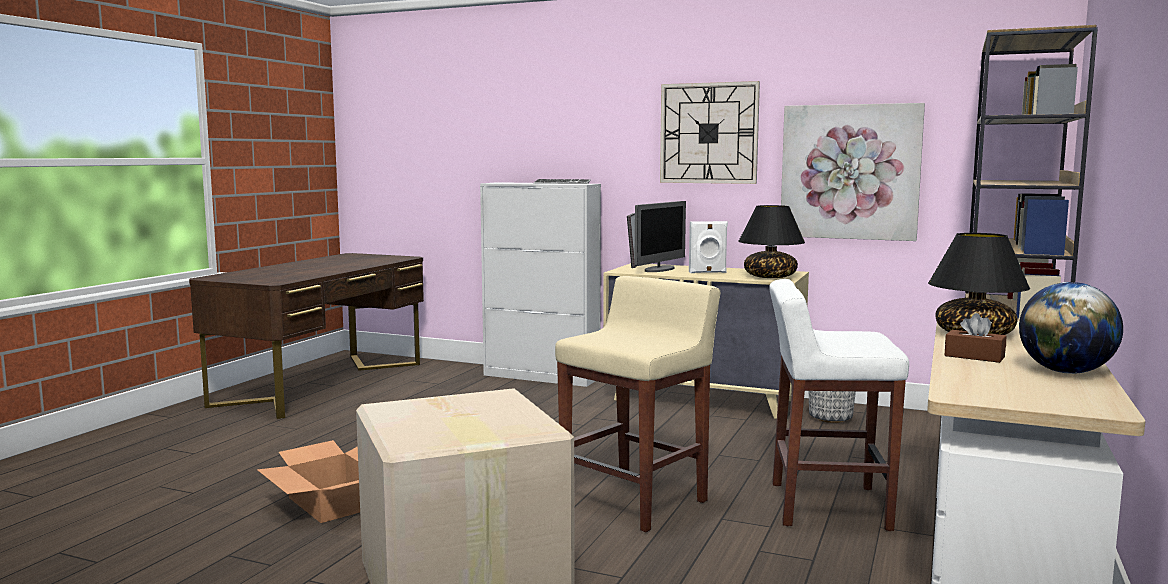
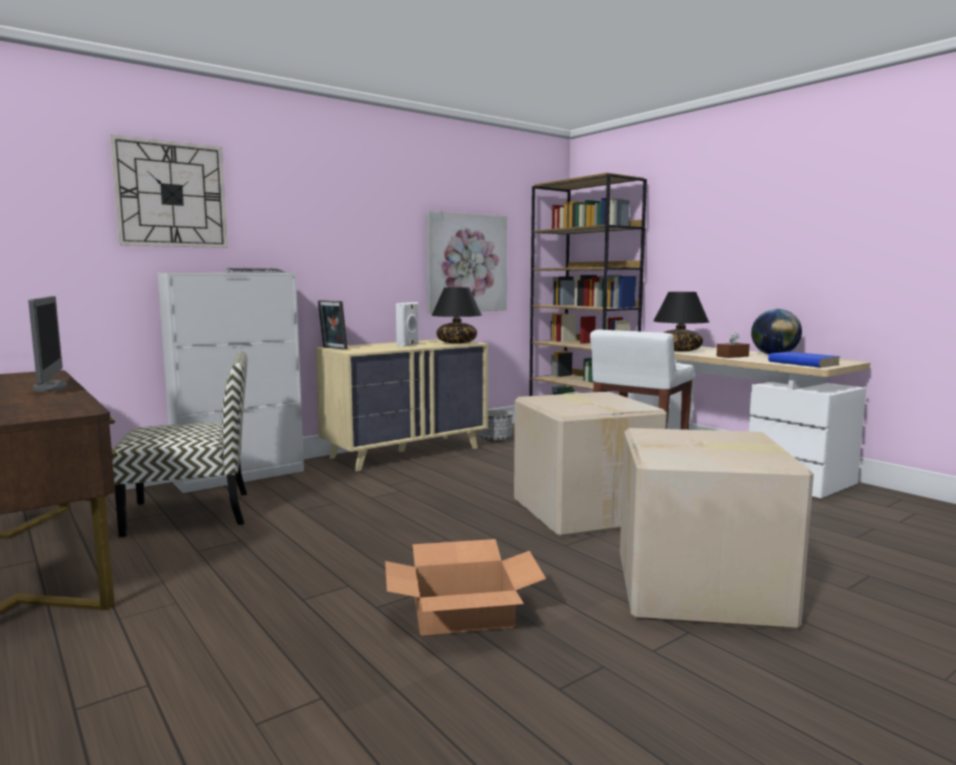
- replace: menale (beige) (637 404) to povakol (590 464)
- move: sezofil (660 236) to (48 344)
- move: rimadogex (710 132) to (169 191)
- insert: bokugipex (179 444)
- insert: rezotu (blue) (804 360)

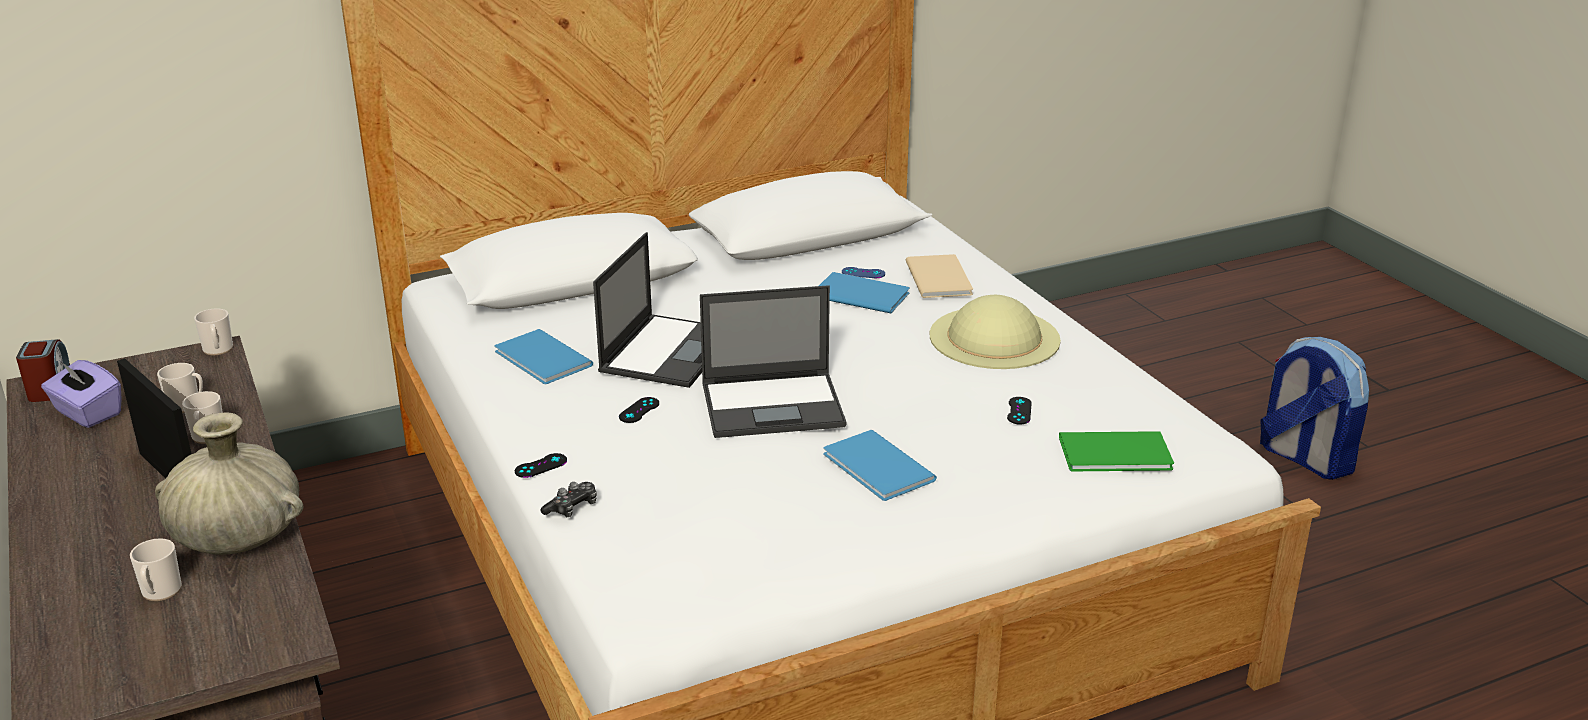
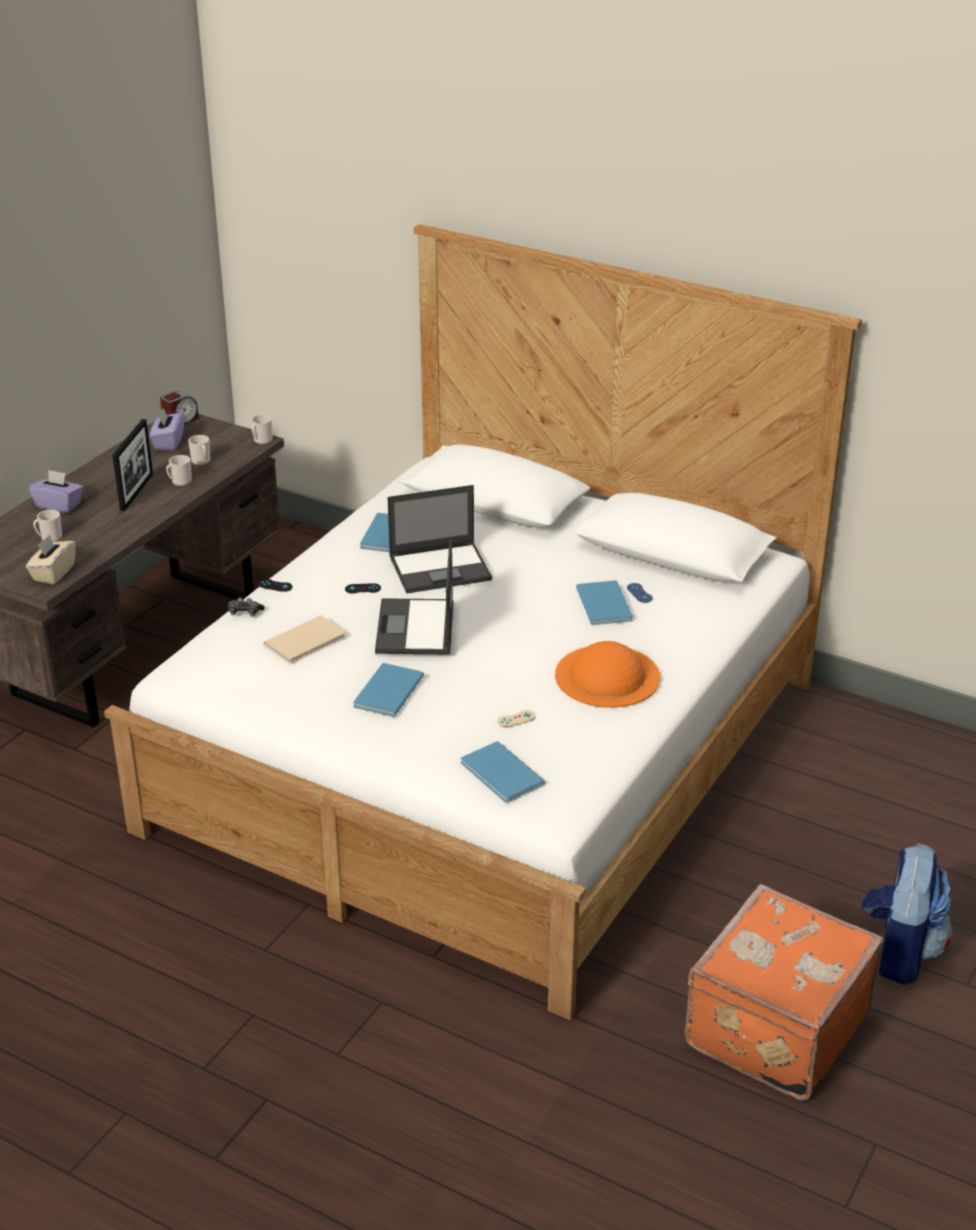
- delete: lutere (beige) (229 484)
- rotate: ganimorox (773 361) = (414 597) 45 degrees clockwise
- move: rezotu (beige) (939 276) to (304 639)
- recolor: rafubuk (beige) (995 332) to rafubuk (orange) (607 674)
- recolor: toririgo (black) (1019 411) to toririgo (beige) (516 718)
- recolor: rezotu (green) (1116 451) to rezotu (blue) (503 772)
- insert: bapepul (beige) (51 559)
- insert: bapepul (purple) (56 491)
- insert: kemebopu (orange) (784 992)

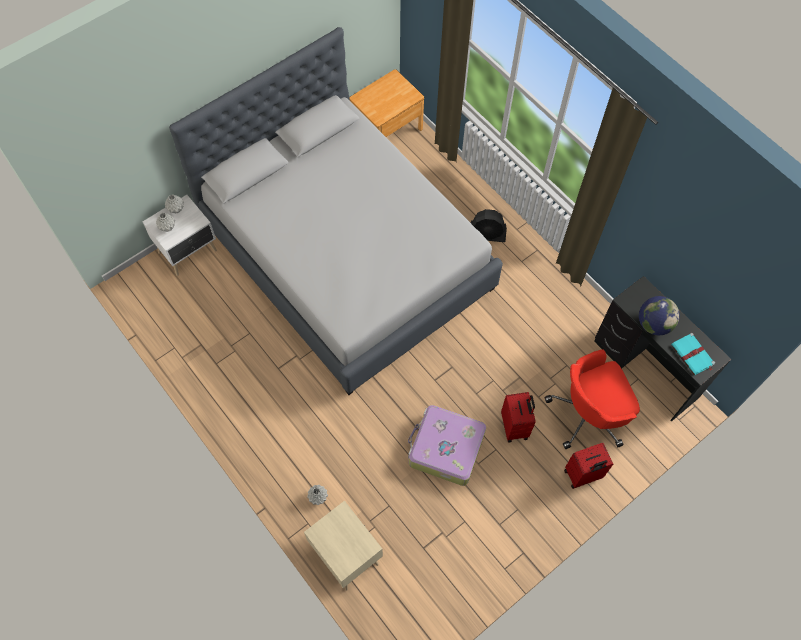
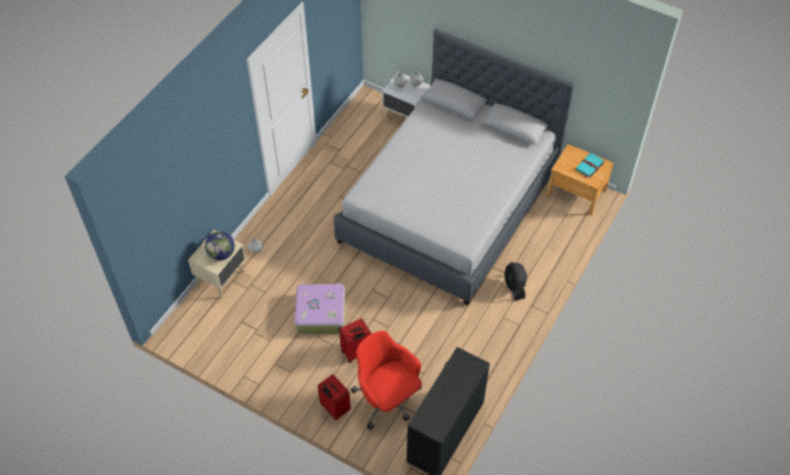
- move: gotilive (659 315) to (220 245)
- move: rezotu (turquoise) (693 354) to (590 165)

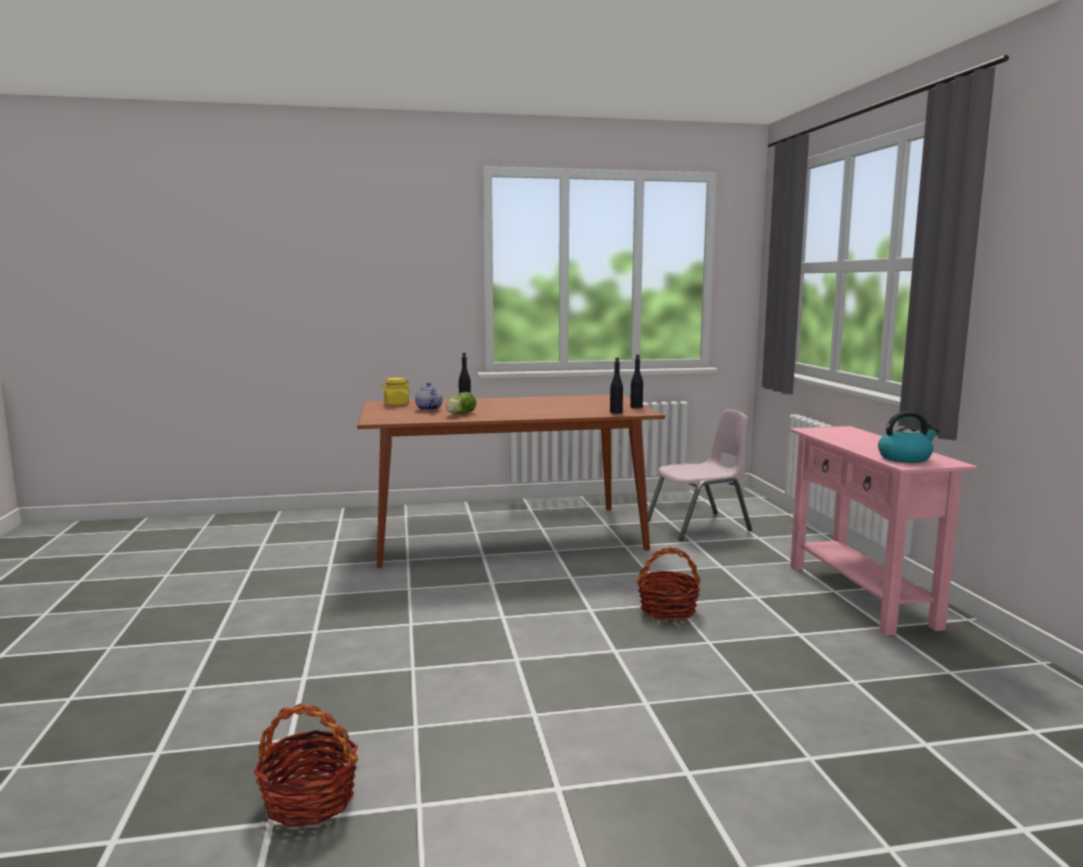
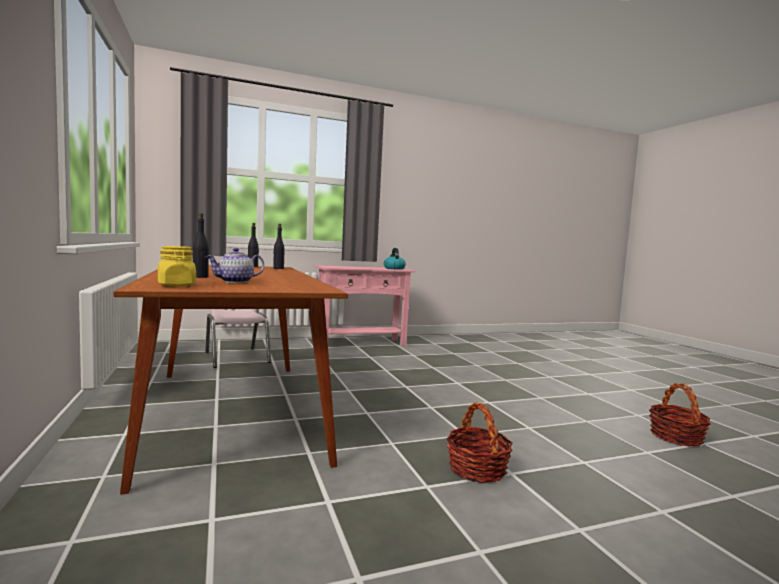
- delete: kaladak (461 403)
- move: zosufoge (668 584) to (480 442)

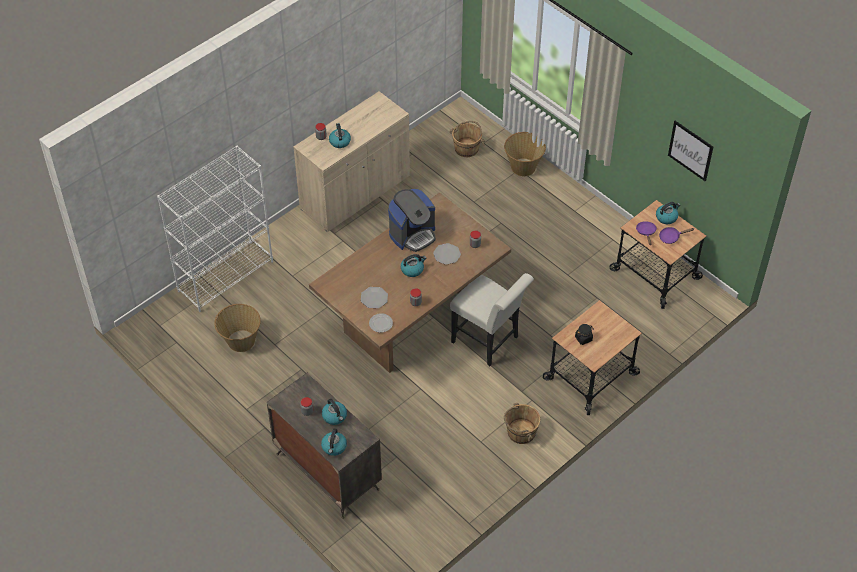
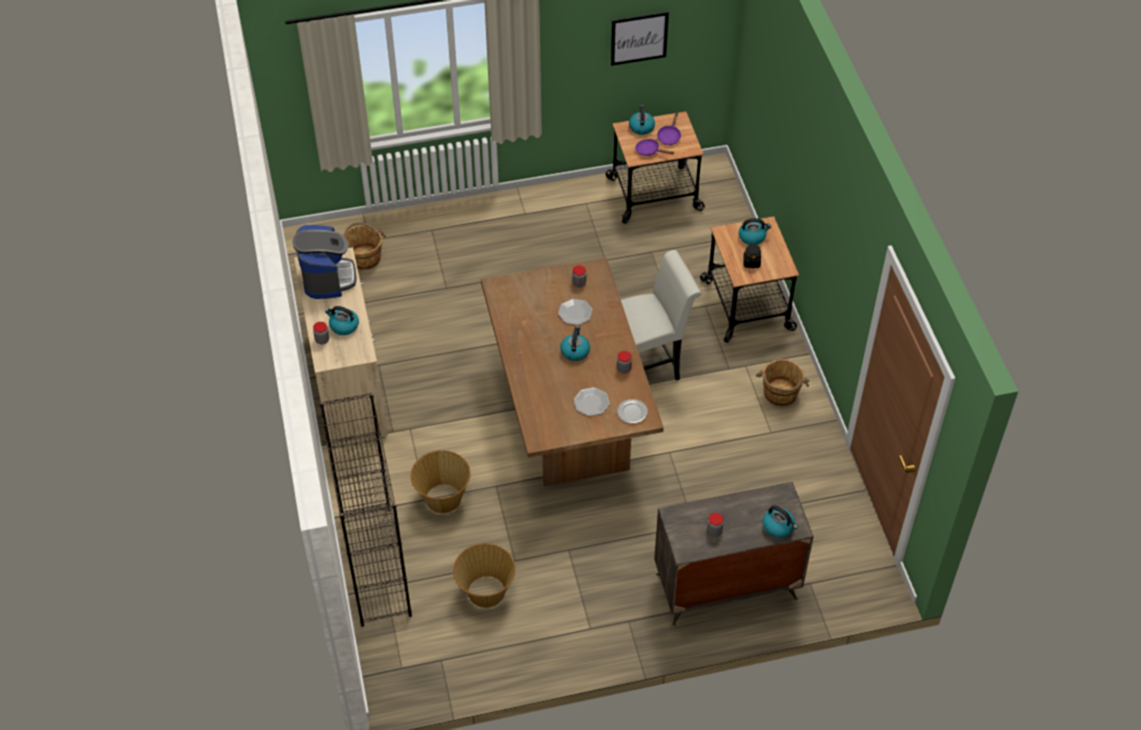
- recolor: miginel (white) (215 229) to miginel (black) (365 509)
- move: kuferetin (334 412) to (755 231)
- move: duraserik (412 220) to (324 262)
- move: zosufoge (525 154) to (441 482)

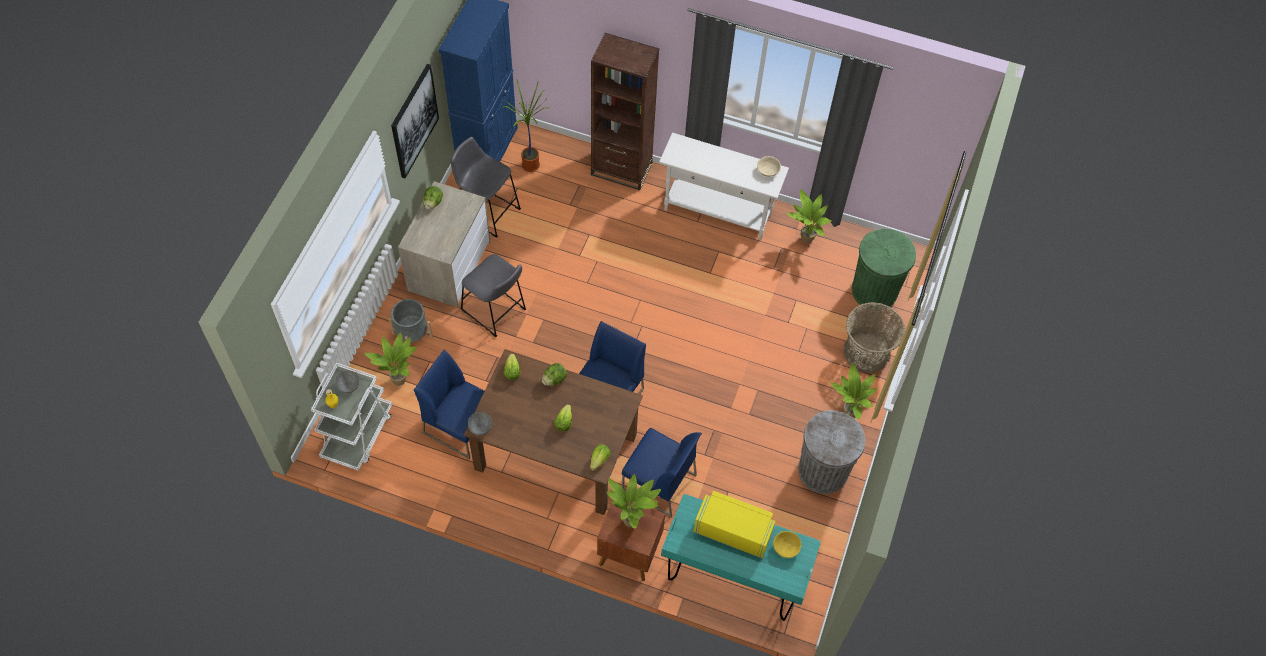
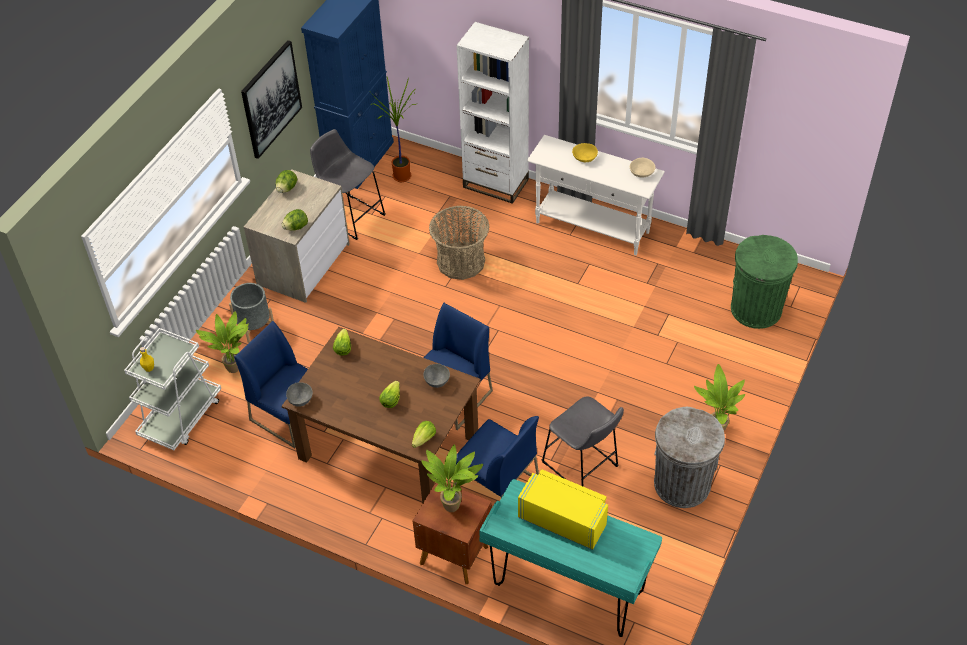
- move: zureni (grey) (347 381) to (436 376)
- move: menale (grey) (493 295) to (582 441)
- move: kaladak (554 374) to (294 220)
- recolor: miginel (brown) (625 111) to miginel (white) (493 113)
- move: zureni (yellow) (787 544) to (585 152)
- delete: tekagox (809 216)
- move: zosufoge (874 337) to (459 243)

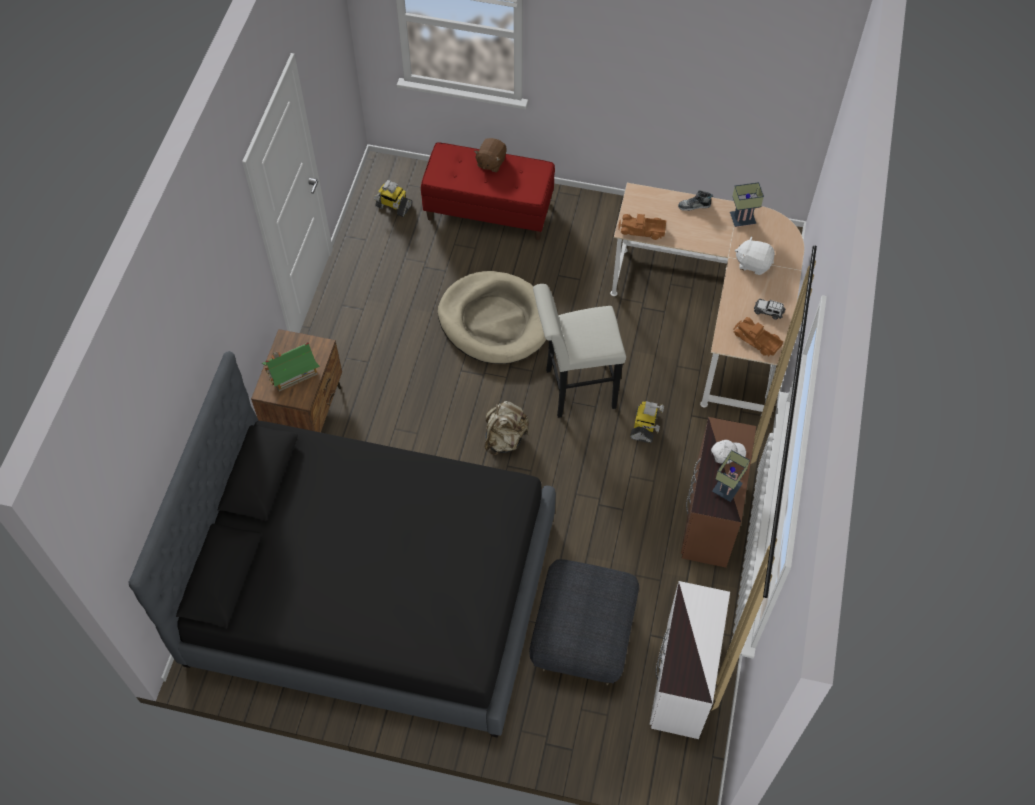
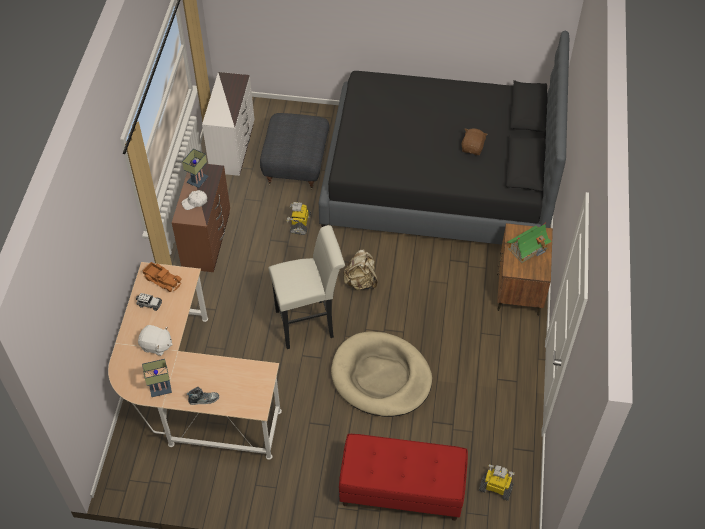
- move: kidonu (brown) (490 155) to (475 141)
- delete: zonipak (642 227)
- move: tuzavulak (647 422) to (299 218)

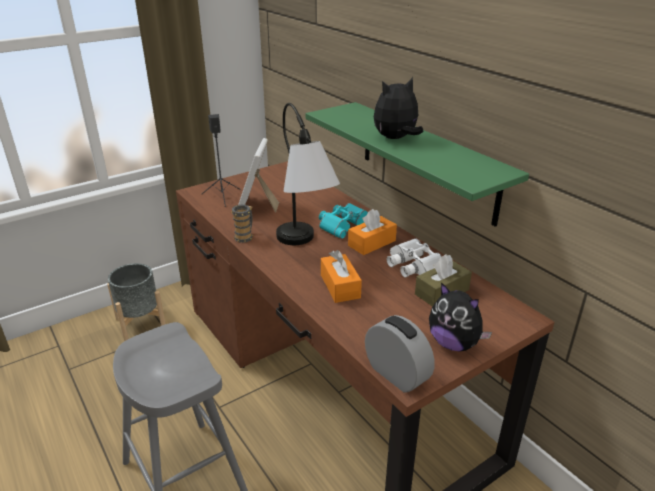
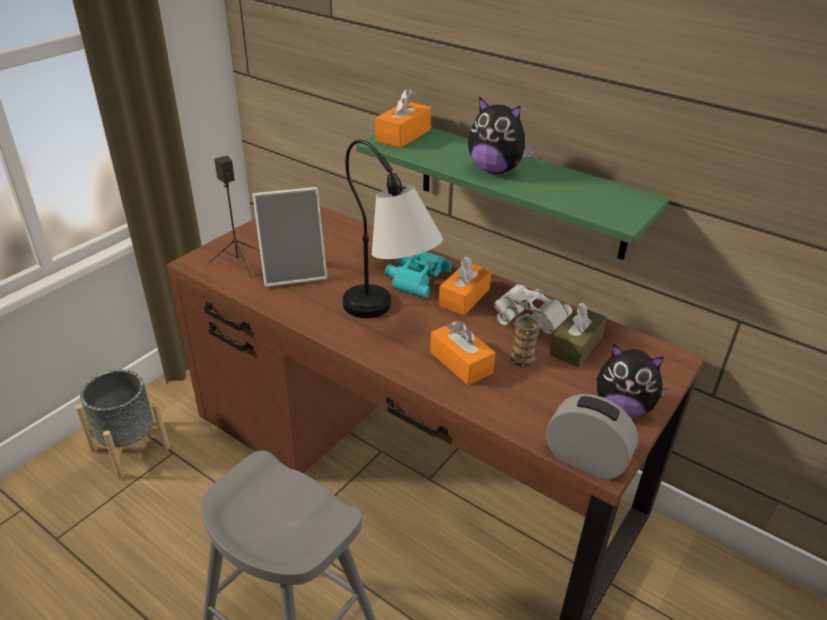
- move: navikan (242 224) to (526 340)
- rotate: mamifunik (258 175) = (289 237) 90 degrees counterclockwise
- rotate: kidonu (398 108) = (501 135) 105 degrees counterclockwise
- insert: bapepul (orange) (403 118)

